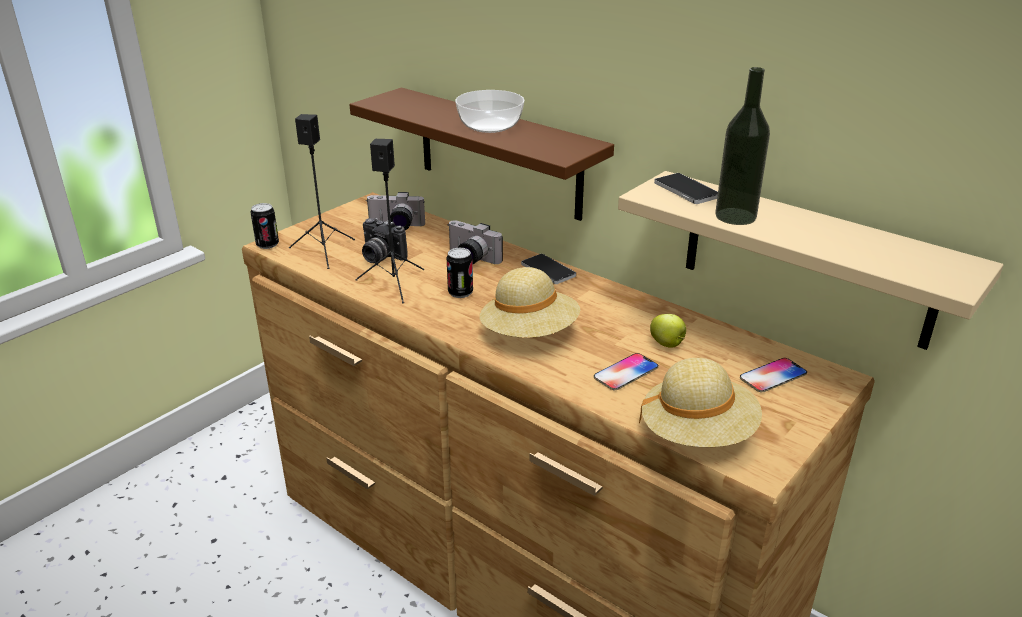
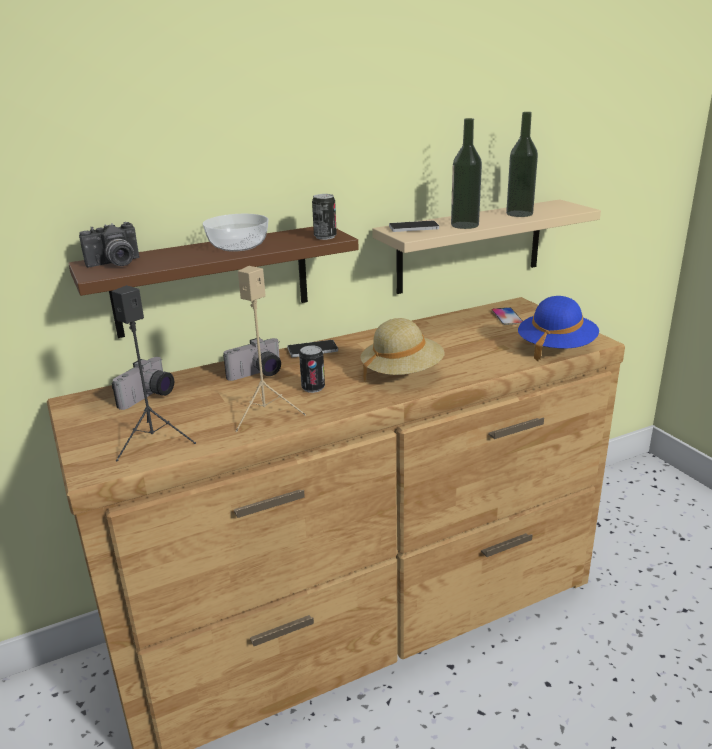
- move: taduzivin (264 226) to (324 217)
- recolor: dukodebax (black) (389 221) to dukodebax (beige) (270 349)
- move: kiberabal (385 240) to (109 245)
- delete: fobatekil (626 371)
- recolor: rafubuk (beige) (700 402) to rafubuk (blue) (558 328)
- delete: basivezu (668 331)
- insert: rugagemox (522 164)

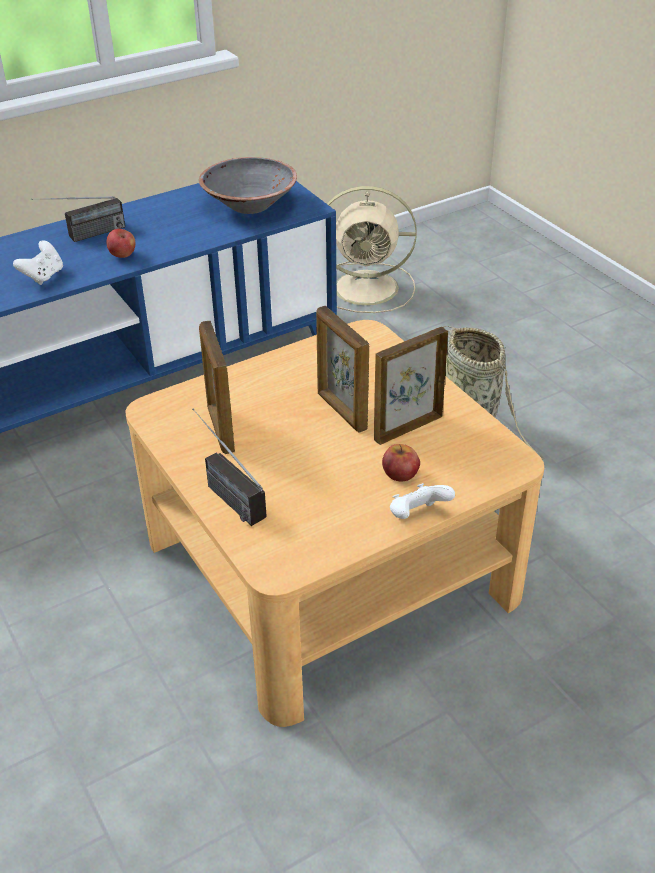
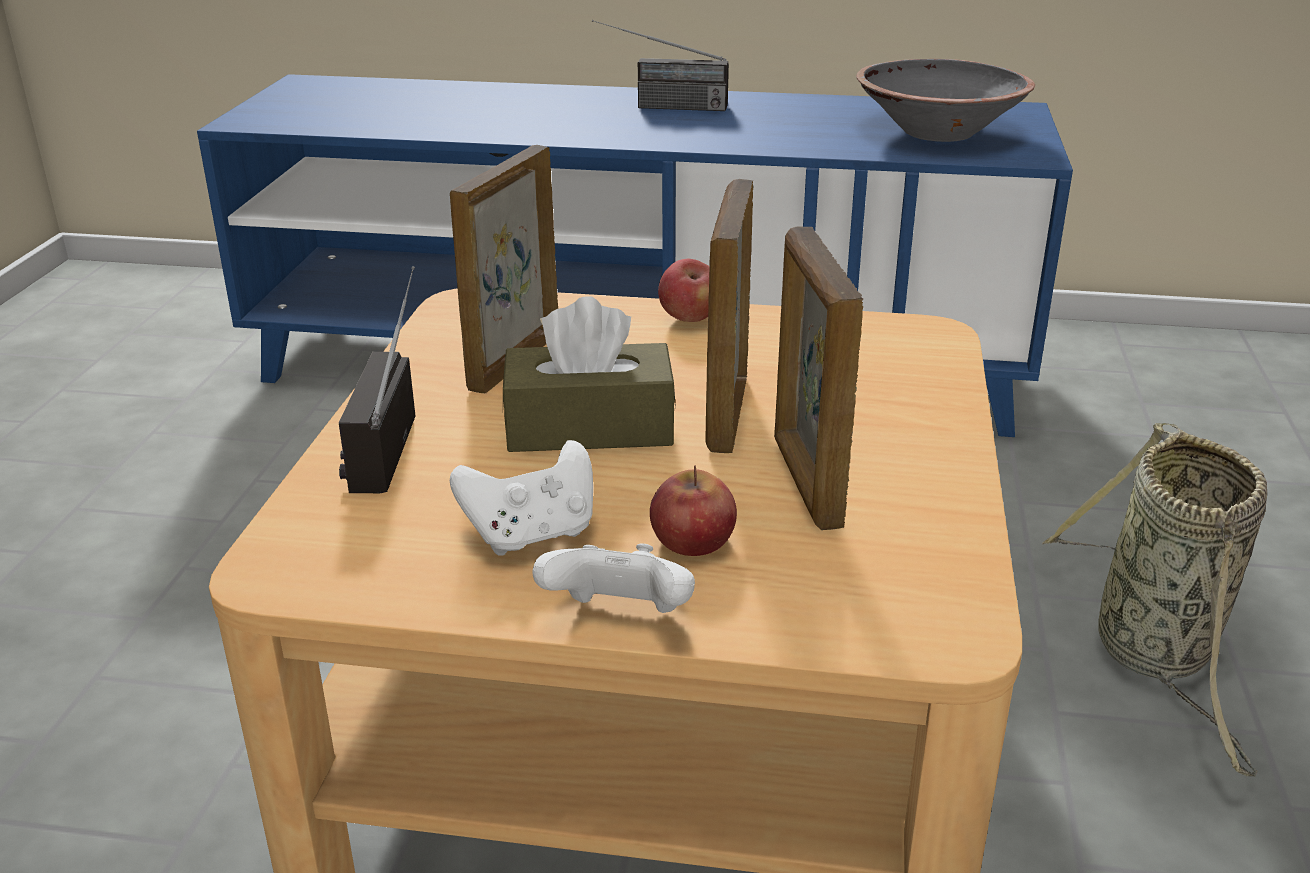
- move: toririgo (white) (38 262) to (521 497)
- move: basivezu (121 243) to (683 290)
- delete: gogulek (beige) (372 249)
- rotate: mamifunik (411 386) = (818 378) 105 degrees counterclockwise
- insert: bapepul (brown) (589 374)

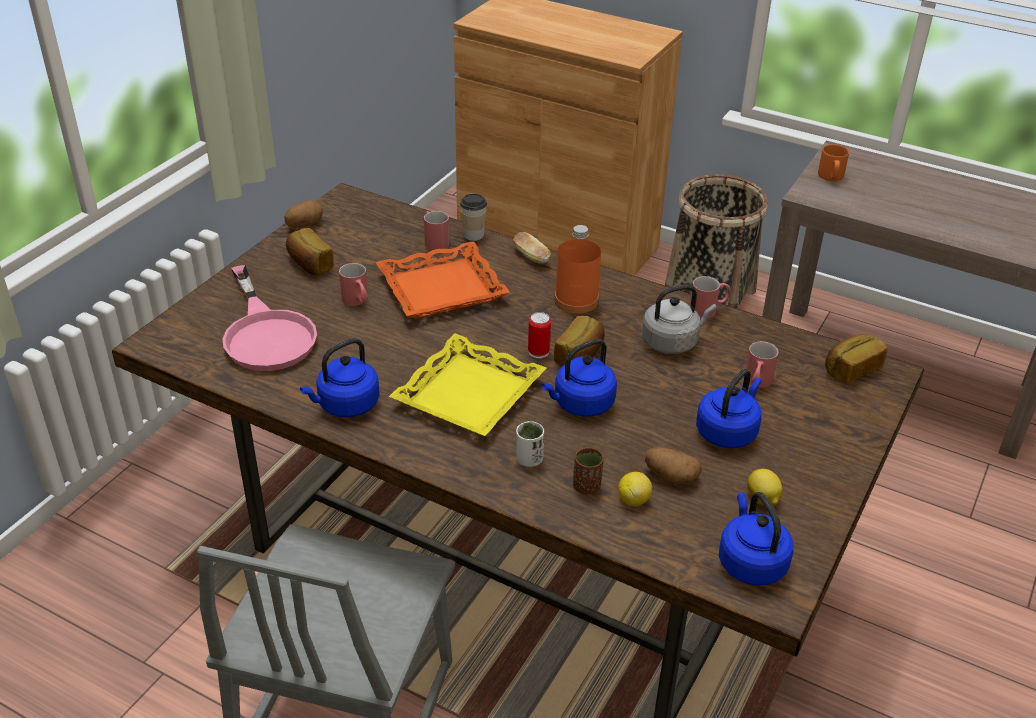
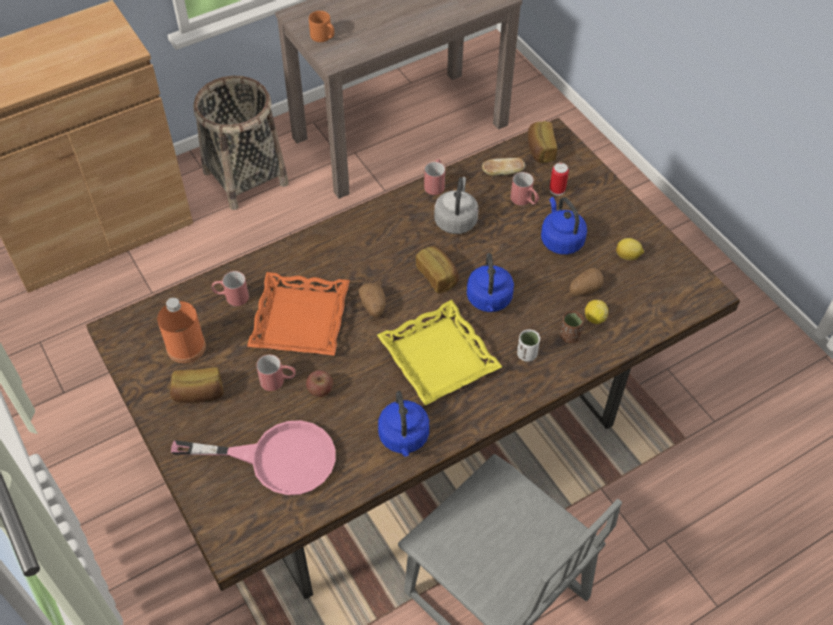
- move: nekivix (303 214) to (372 300)
- delete: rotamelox (473 217)
- move: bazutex (532 248) to (503 167)
- move: taduzivin (539 335) to (559 179)
- move: rugagemox (orange) (578 269) to (181 330)
- delete: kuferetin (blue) (756 539)
- insert: basivezu (319 383)

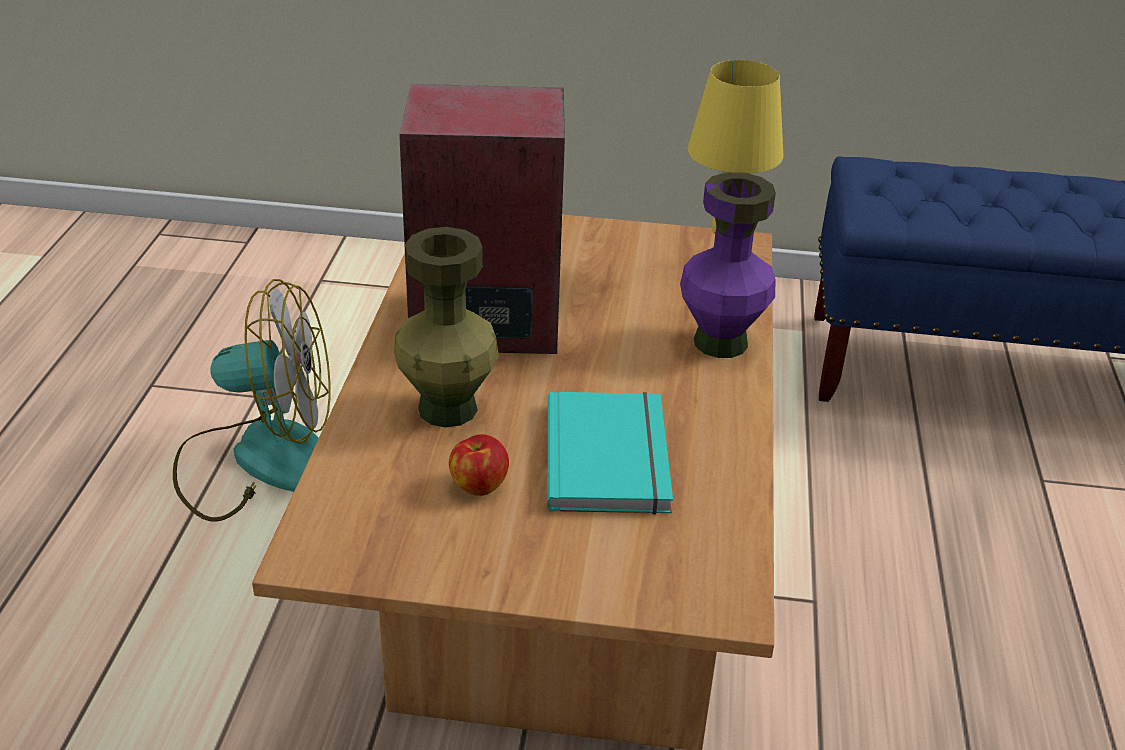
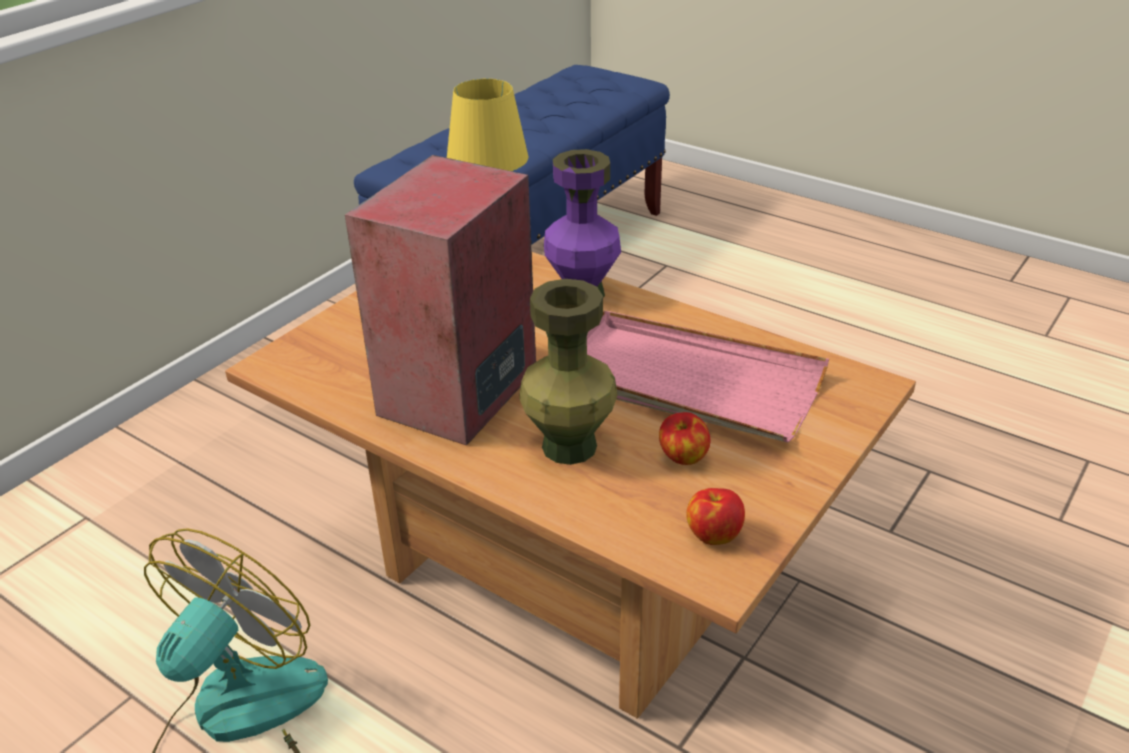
- replace: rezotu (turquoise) (610 453) to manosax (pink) (708 376)
- insert: basivezu (715 516)

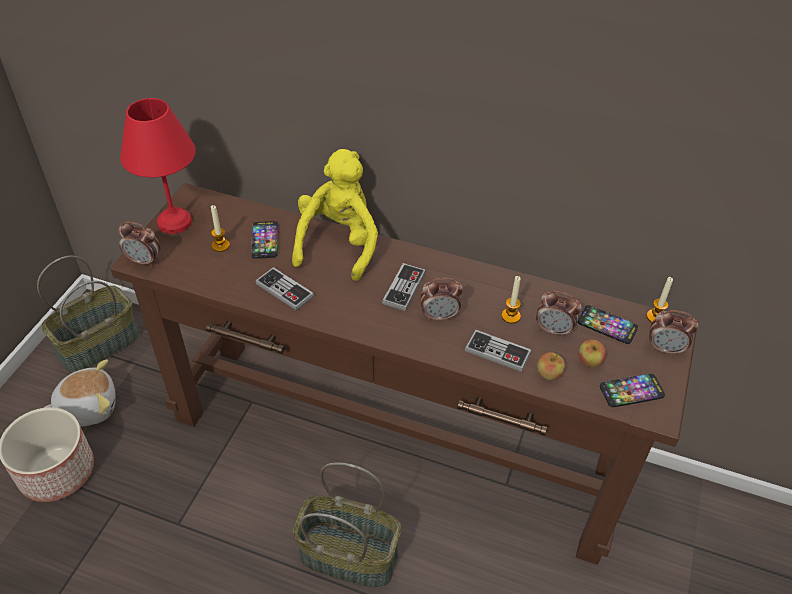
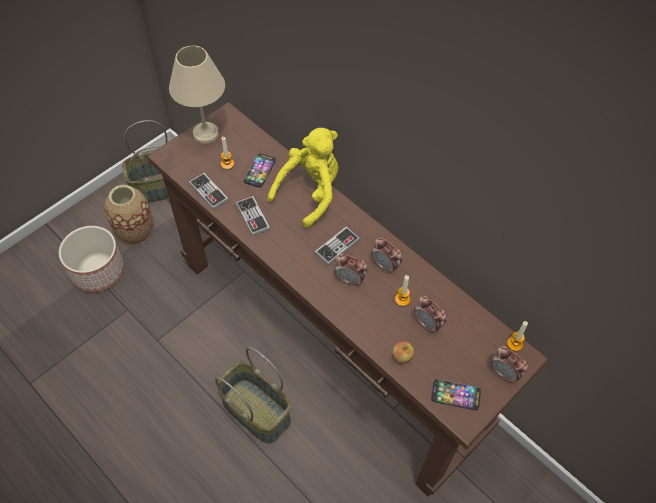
- replace: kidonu (80 393) to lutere (128 215)
- move: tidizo (139 244) to (386 255)
- recolor: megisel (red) (158 166) to megisel (beige) (197 94)
- move: toririgo (498 351) to (209 191)
- delete: fobatekil (608 324)
- delete: basivezu (592 353)

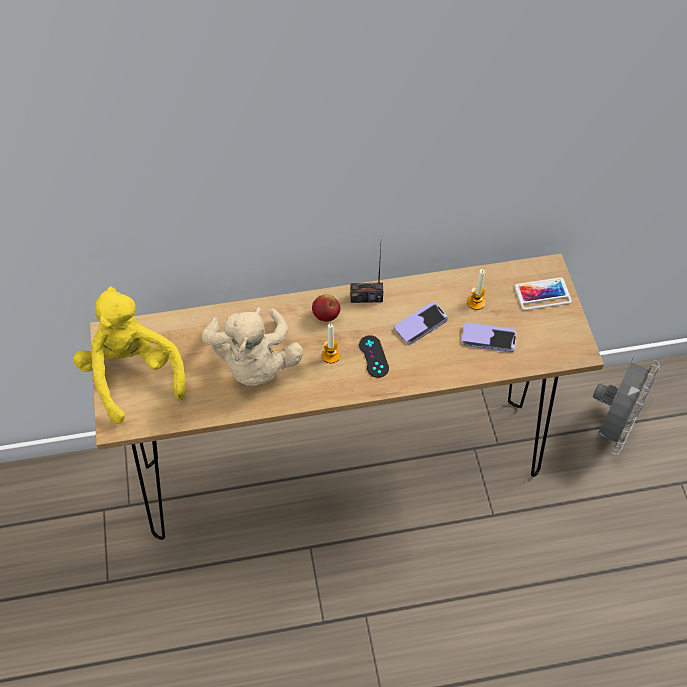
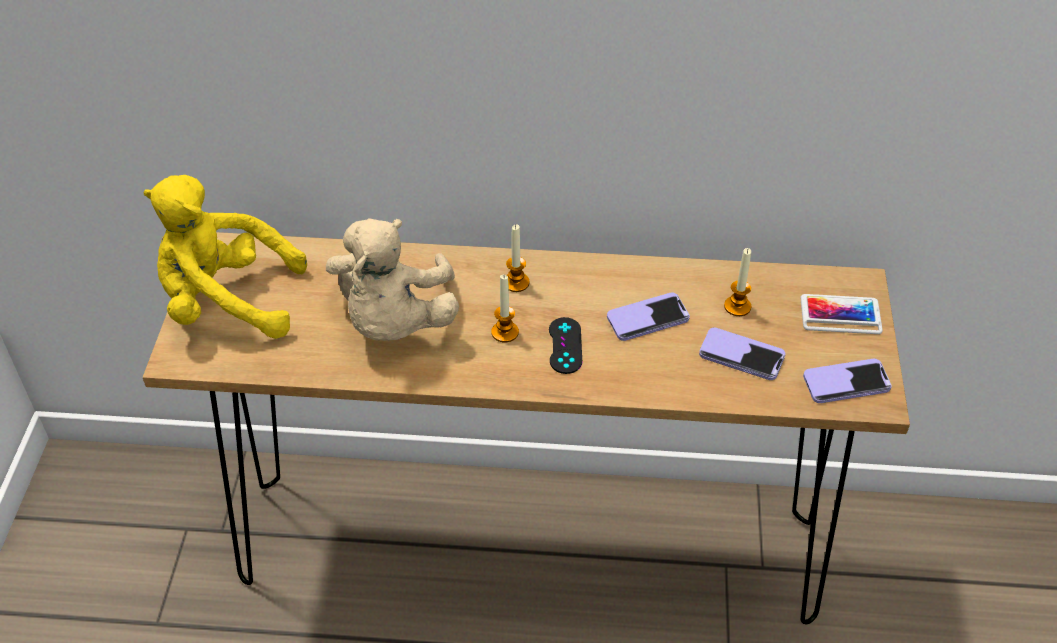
- rotate: kidonu (yellow) (129 355) = (225 257) 75 degrees counterclockwise
- replace: basivezu (326 308) to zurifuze (518 258)
- delete: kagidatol (366 275)
- delete: gogulek (grey) (626 406)
- insert: fobatekil (847 381)

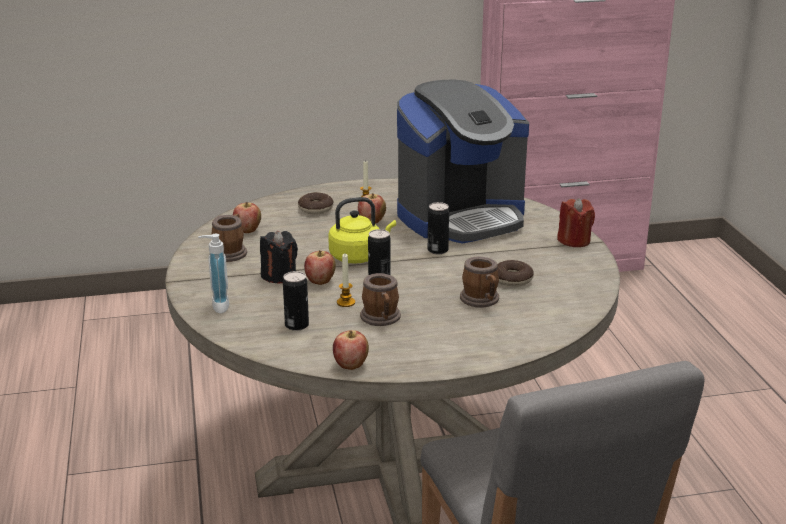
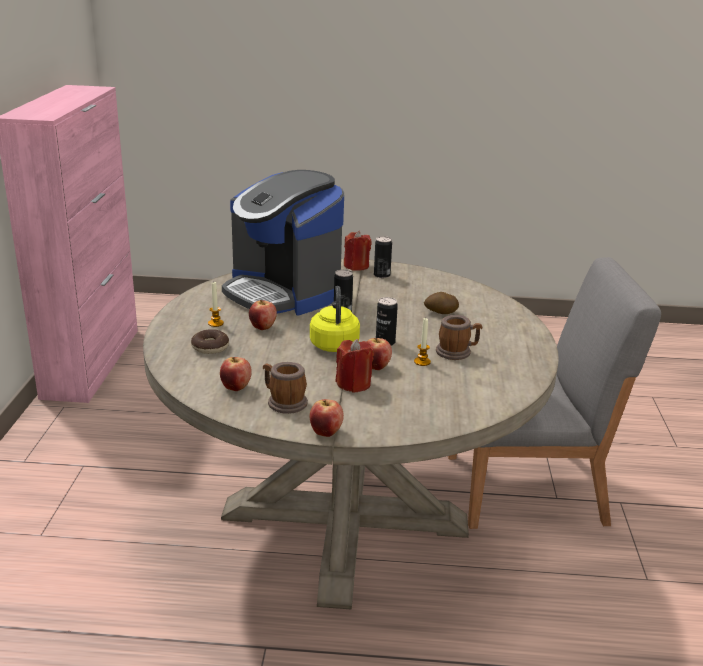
- delete: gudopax (213 273)
- recolor: zurifuze (black) (279 257) to zurifuze (red) (355 366)
- move: taduzivin (296 301) to (383 257)
- move: basivezu (351 350) to (326 418)
- rotate: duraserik (463 162) = (283 242) 150 degrees clockwise
- replace: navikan (479 282) to nekivix (441 303)
- delete: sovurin (516 273)

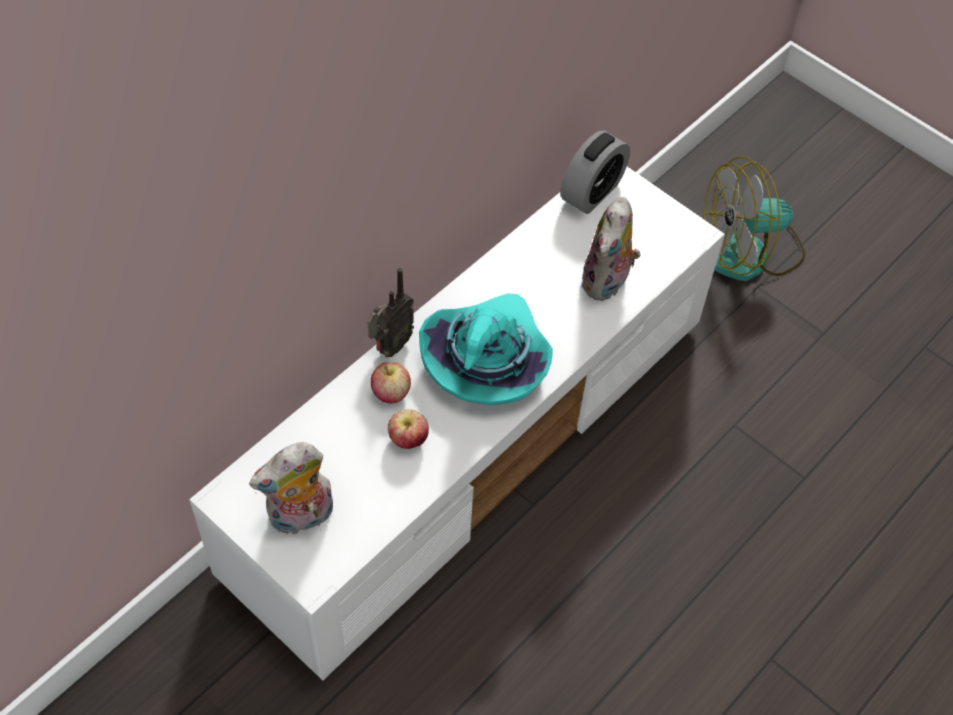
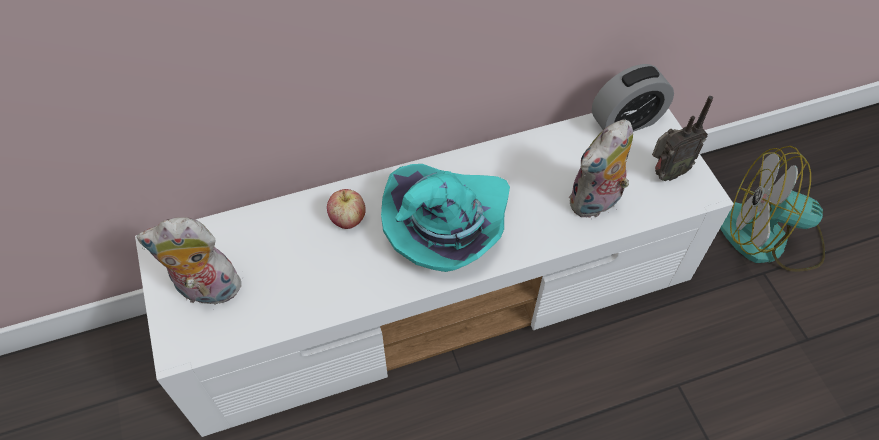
- move: kagidatol (391 312) to (682 138)
- delete: basivezu (408 429)

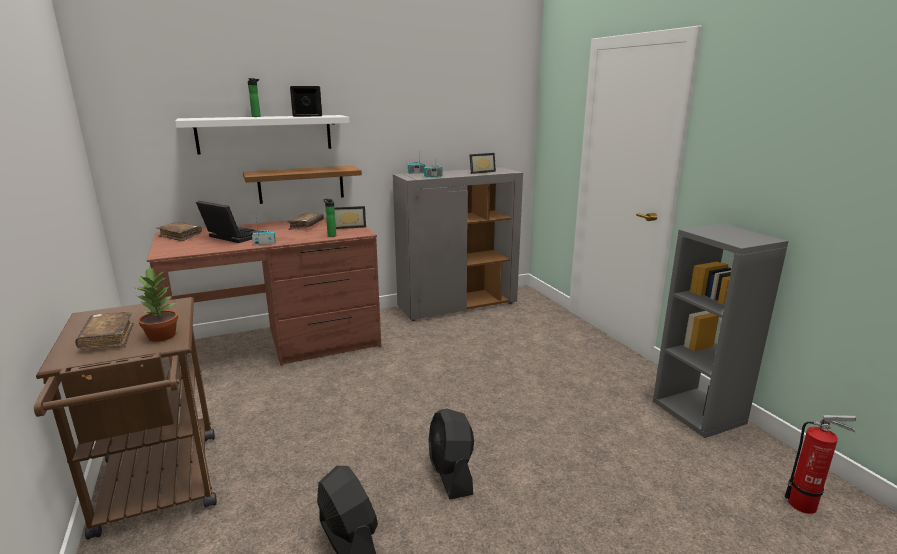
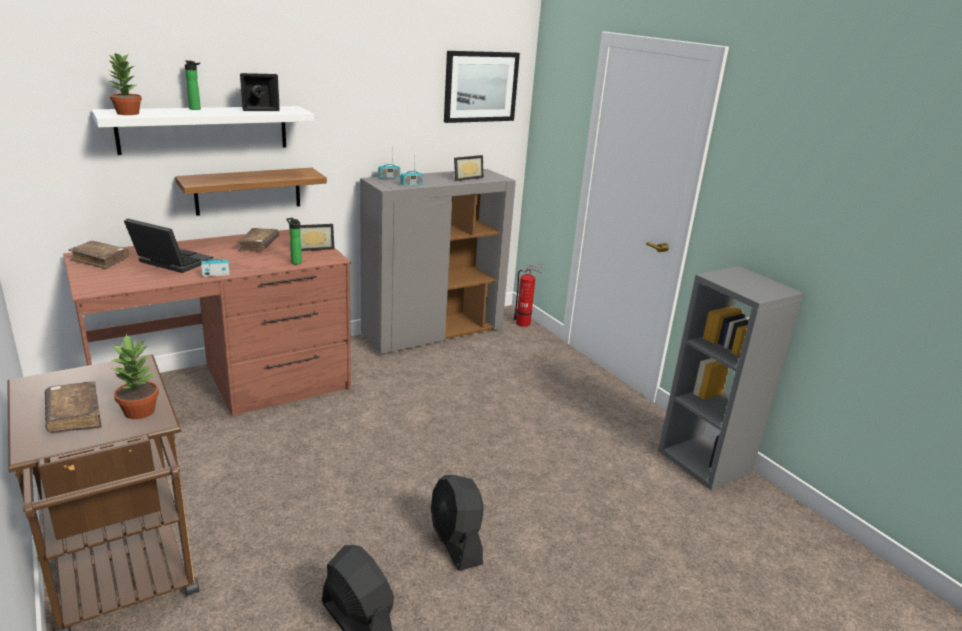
- move: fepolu (820 464) to (528 296)
- insert: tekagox (124 83)
- insert: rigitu (482 87)

